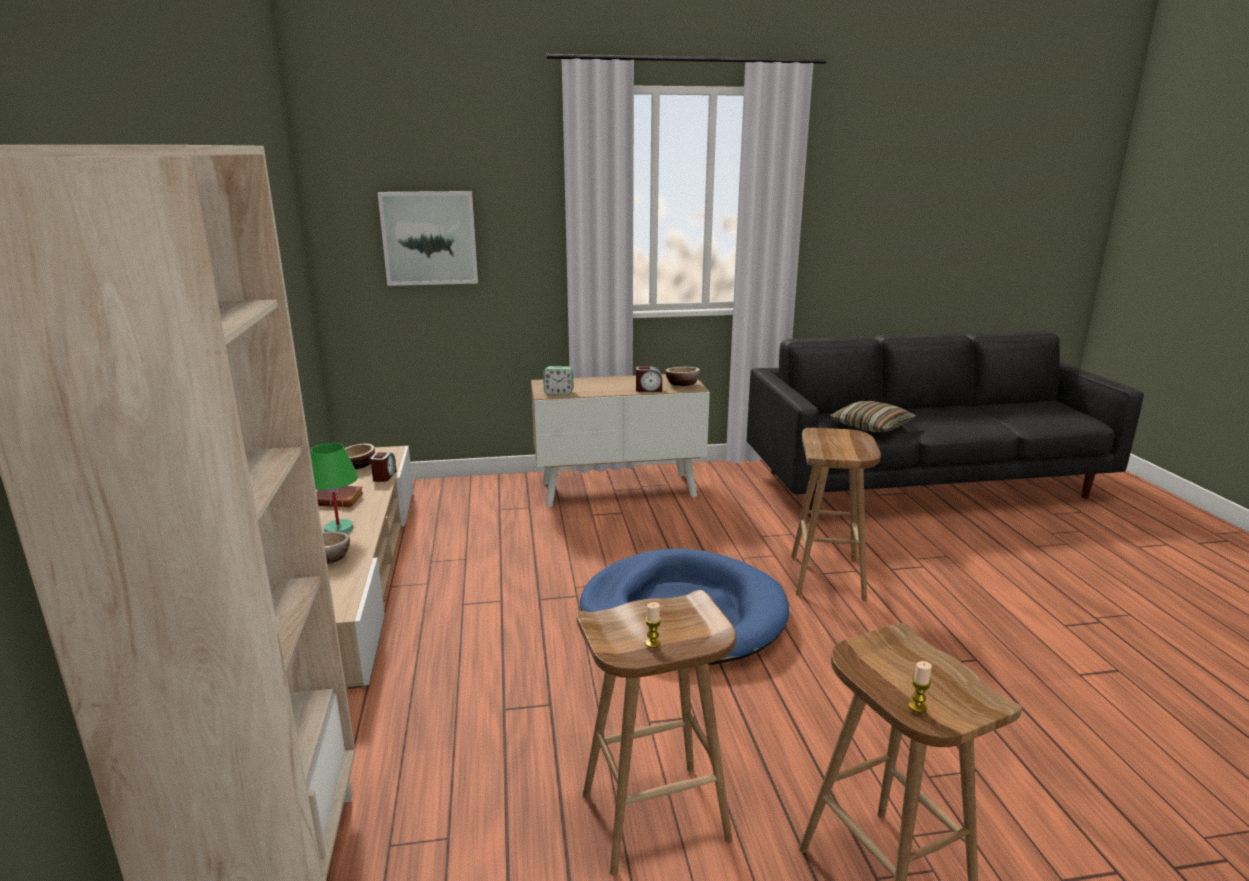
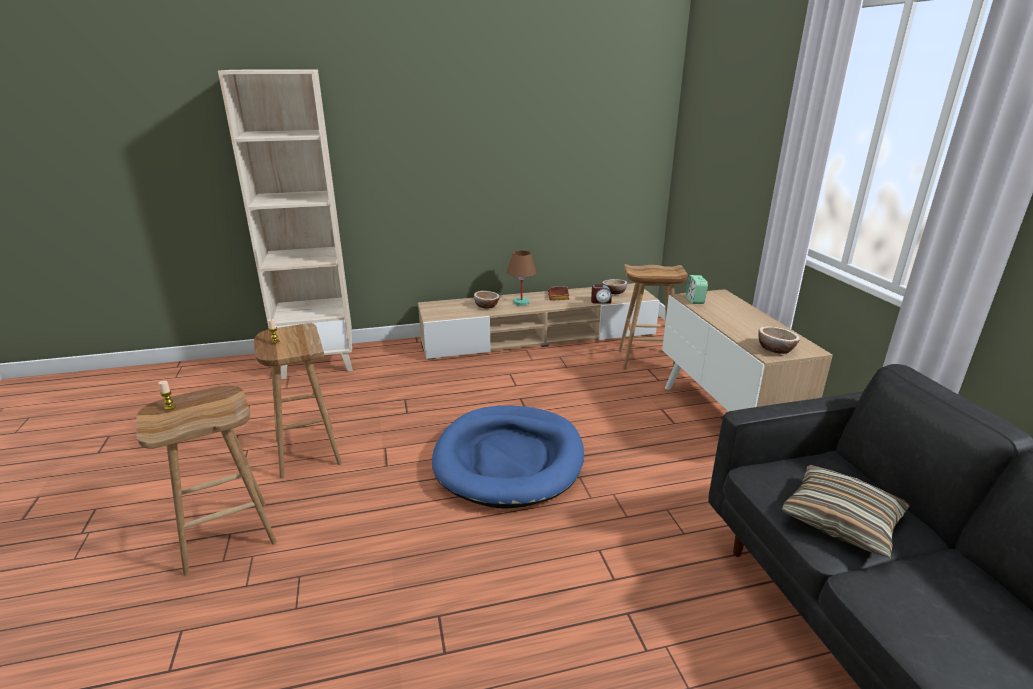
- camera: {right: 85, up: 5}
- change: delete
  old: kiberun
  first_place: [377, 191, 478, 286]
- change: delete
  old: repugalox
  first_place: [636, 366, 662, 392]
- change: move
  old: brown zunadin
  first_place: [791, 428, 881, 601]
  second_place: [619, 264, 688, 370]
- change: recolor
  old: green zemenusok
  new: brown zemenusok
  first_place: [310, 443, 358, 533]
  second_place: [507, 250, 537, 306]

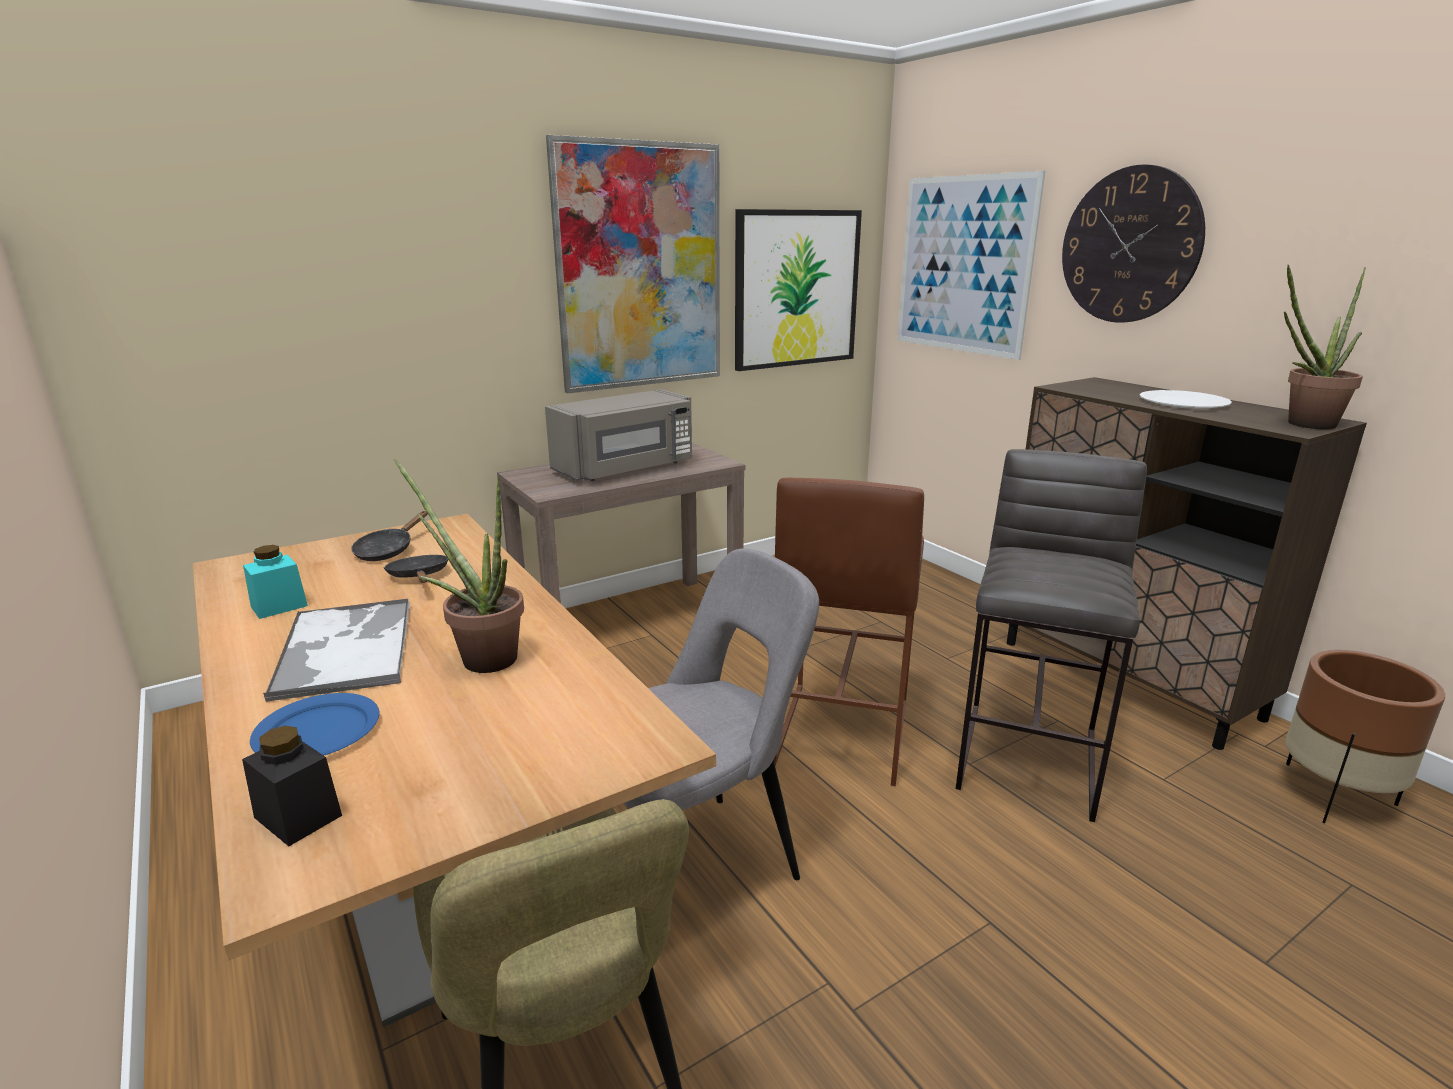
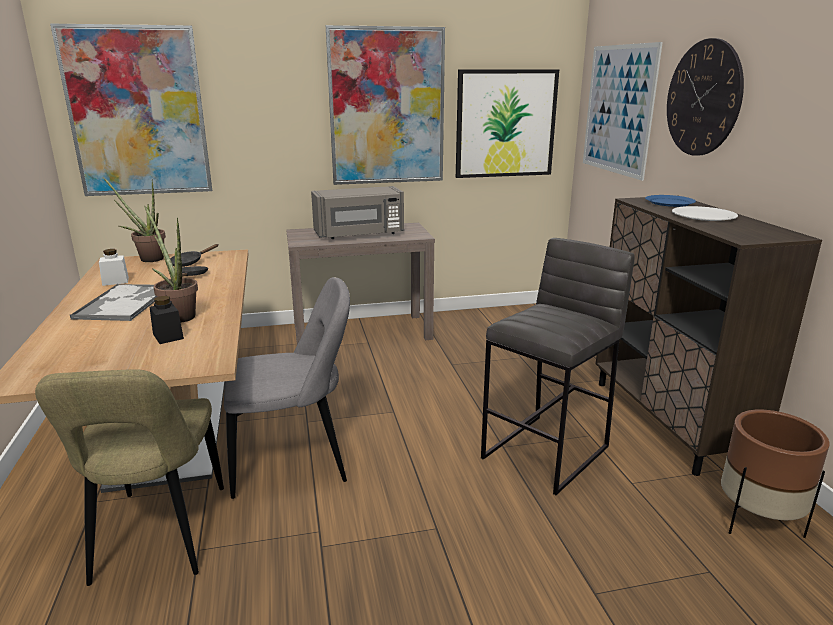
- camera: {right: 20, up: 0}
- change: delete
  old: brown zunadin
  first_place: [774, 478, 924, 786]
- change: insert
  new: kiberun
  second_place: [50, 24, 212, 196]
- change: move
  old: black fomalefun
  first_place: [242, 726, 342, 846]
  second_place: [150, 296, 184, 344]
- change: move
  old: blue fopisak
  first_place: [250, 693, 379, 756]
  second_place: [645, 195, 696, 207]
- change: move
  old: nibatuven
  first_place: [1284, 264, 1366, 429]
  second_place: [103, 177, 166, 262]
- change: recolor
  old: turquoise fomalefun
  new: white fomalefun
  first_place: [243, 545, 308, 619]
  second_place: [99, 249, 129, 286]

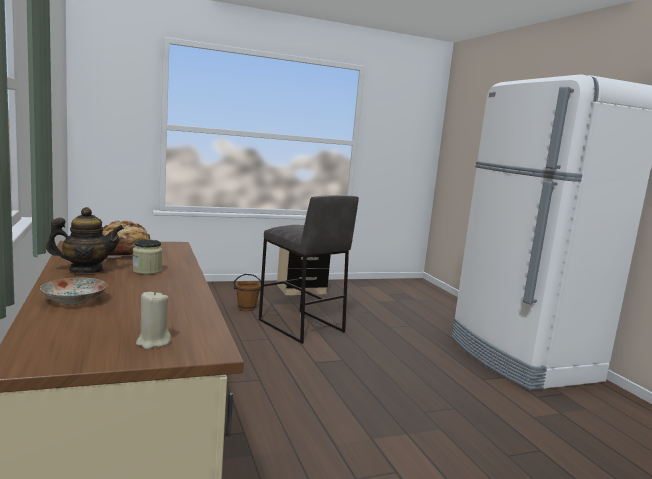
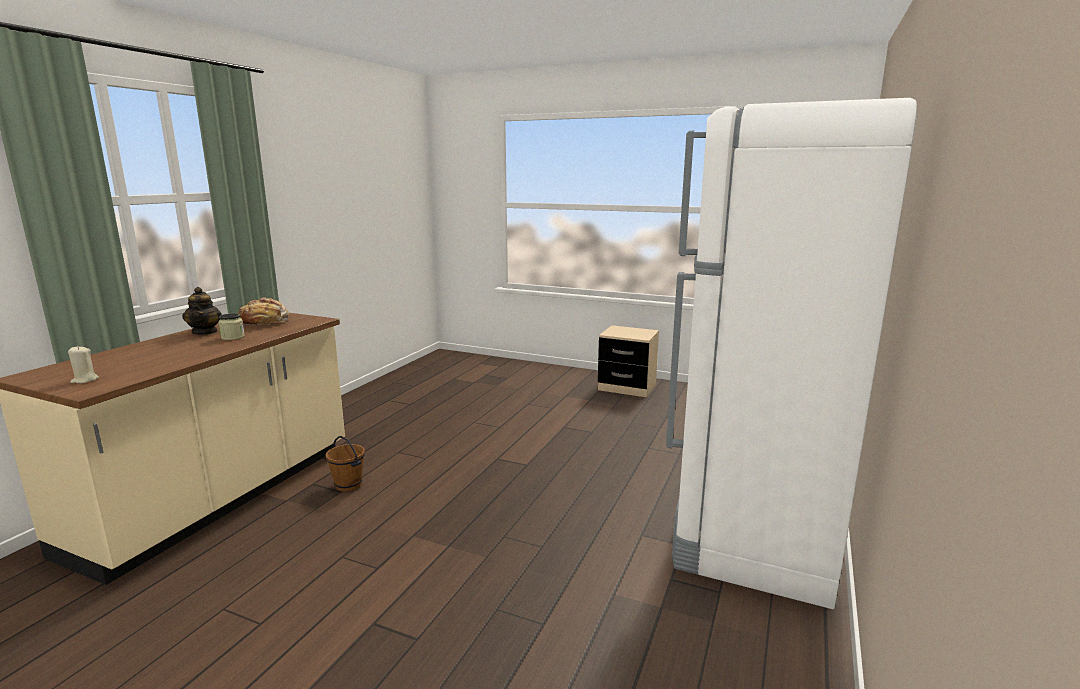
- camera: {right: 45, up: 5}
- change: delete
  old: fopisak
  first_place: [40, 278, 107, 305]
- change: delete
  old: grey zunadin
  first_place: [259, 195, 359, 344]
- change: move
  old: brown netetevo
  first_place: [234, 274, 261, 311]
  second_place: [326, 436, 365, 492]
- change: rotate
  old: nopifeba
  first_place: [46, 207, 124, 273]
  second_place: [182, 287, 222, 335]
  degrees: 45

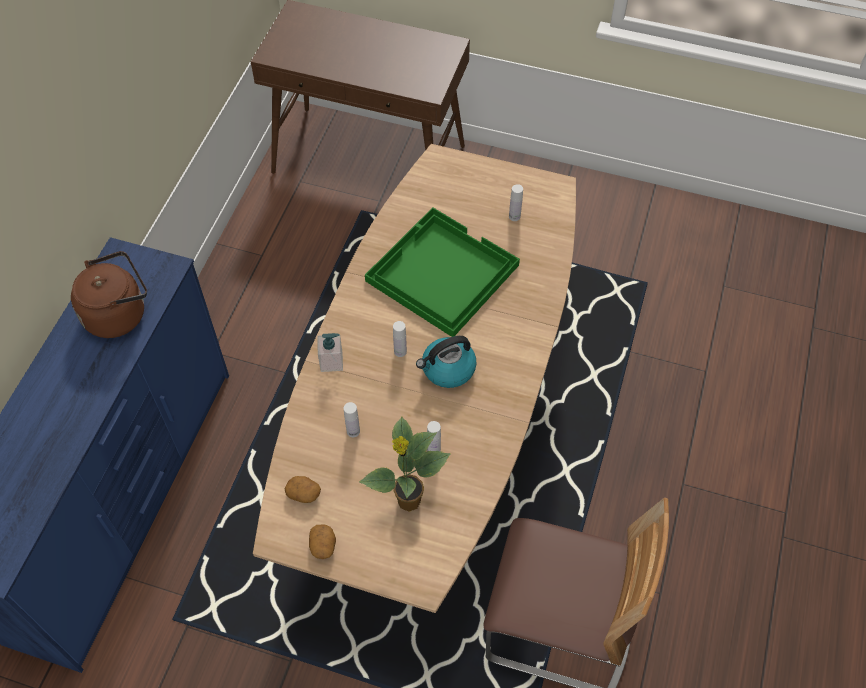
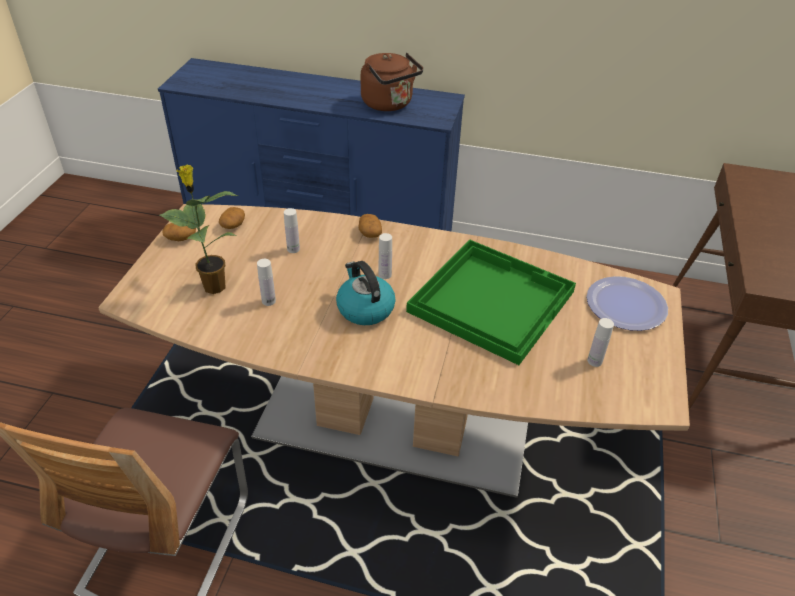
- camera: {right: 85, up: -15}
- change: insert
  new: fopisak
  second_place: [587, 276, 668, 331]
- change: replace
  old: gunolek
  new: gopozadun
  first_place: [317, 333, 343, 372]
  second_place: [358, 214, 382, 238]

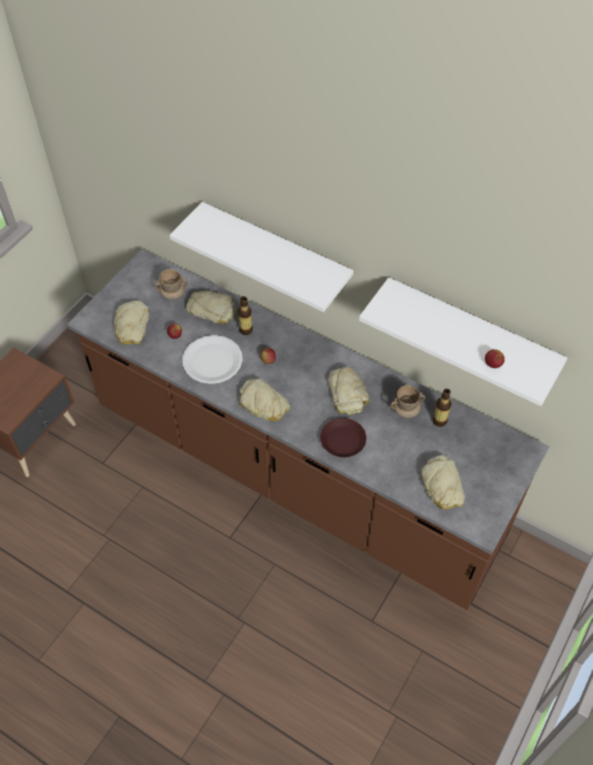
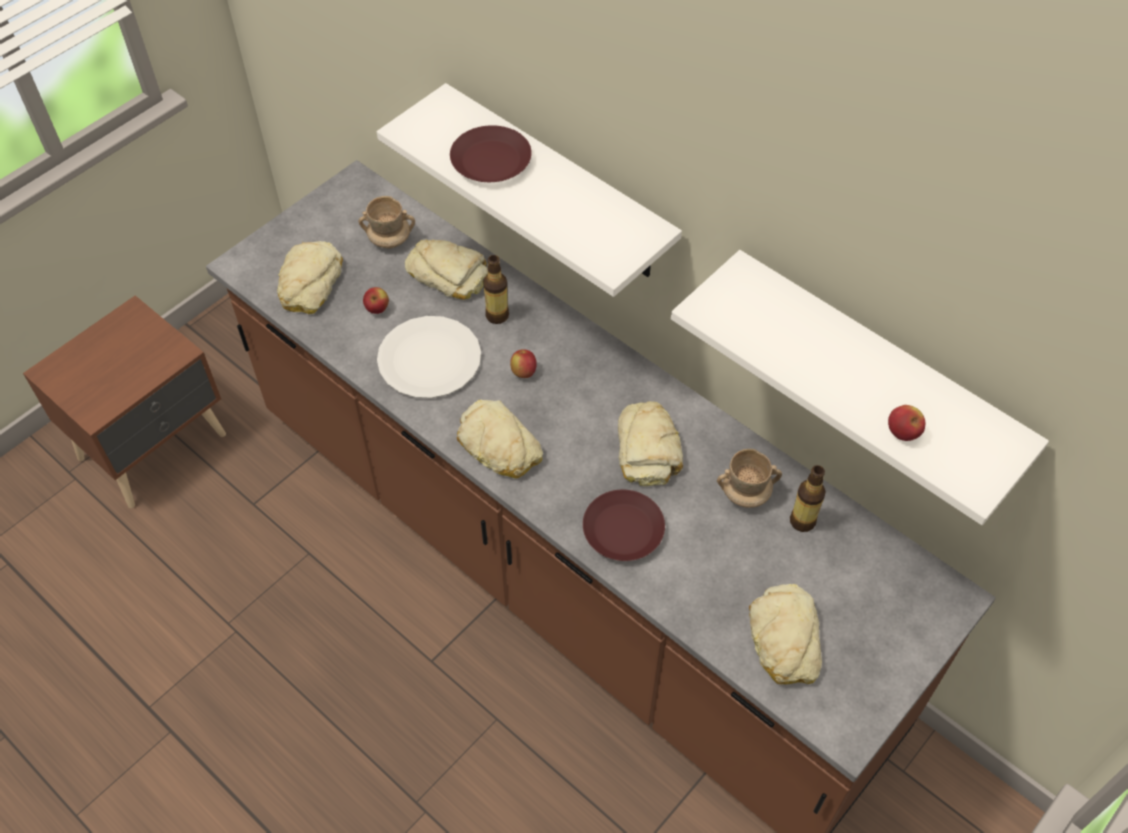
- camera: {right: 10, up: 0}
- change: insert
  new: brown fopisak
  second_place: [450, 125, 532, 182]

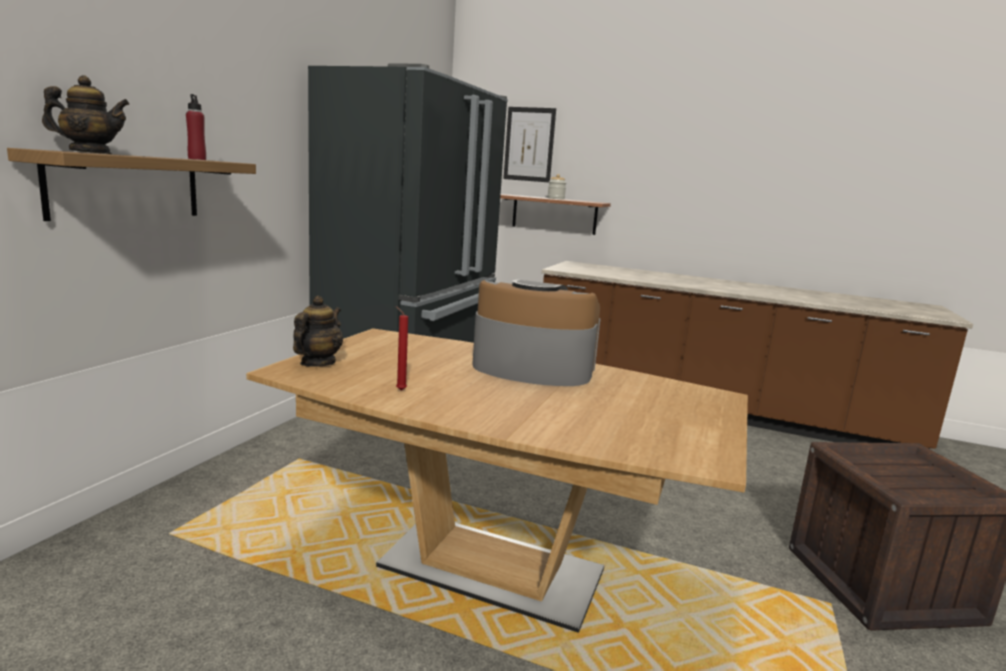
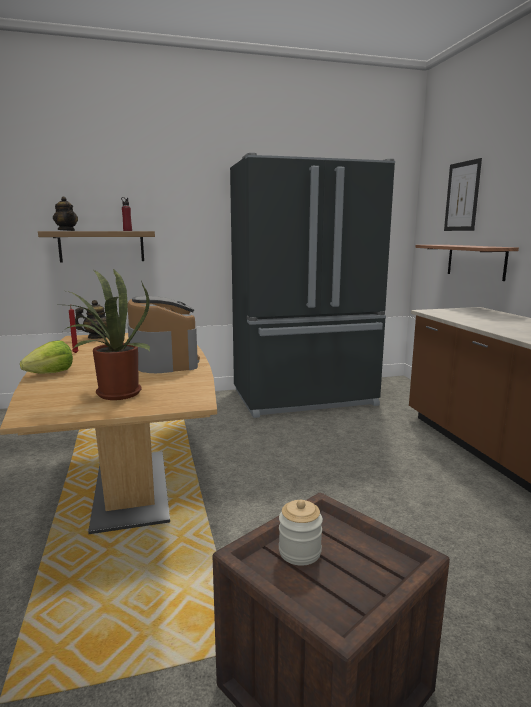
- camera: {right: 55, up: 0}
- change: insert
  new: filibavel
  second_place: [20, 340, 73, 373]
- change: insert
  new: nibatuven
  second_place: [66, 268, 150, 400]
- change: move
  old: fomalefun
  first_place: [547, 174, 566, 199]
  second_place: [279, 500, 323, 566]

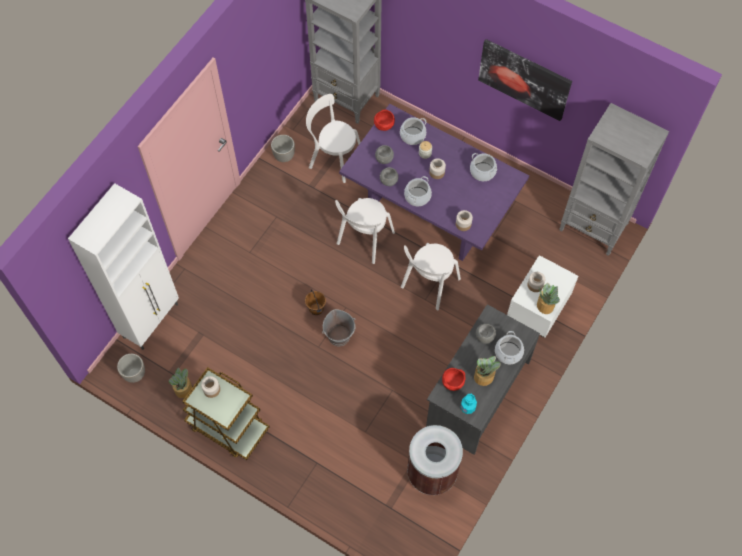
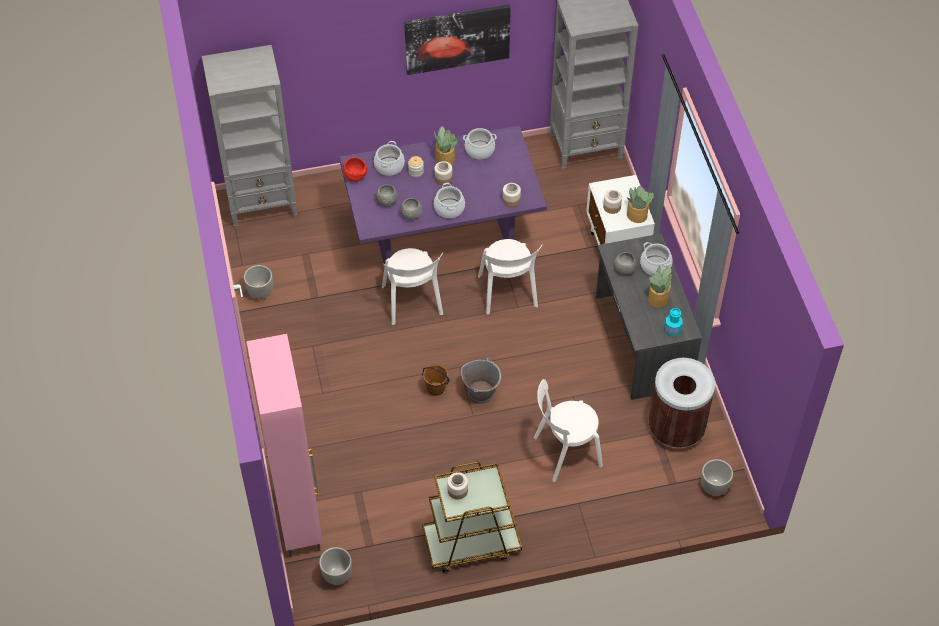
- camera: {right: -45, up: -10}
- change: delete
  old: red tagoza
  first_place: [442, 368, 465, 391]
- change: insert
  new: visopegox
  second_place: [701, 459, 733, 496]
- change: move
  old: nibatuven
  first_place: [169, 367, 192, 398]
  second_place: [434, 126, 457, 165]
- change: move
  old: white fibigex
  first_place: [306, 94, 361, 183]
  second_place: [534, 379, 603, 482]
- change: recolor
  old: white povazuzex
  new: pink povazuzex
  first_place: [68, 183, 179, 350]
  second_place: [246, 334, 323, 557]

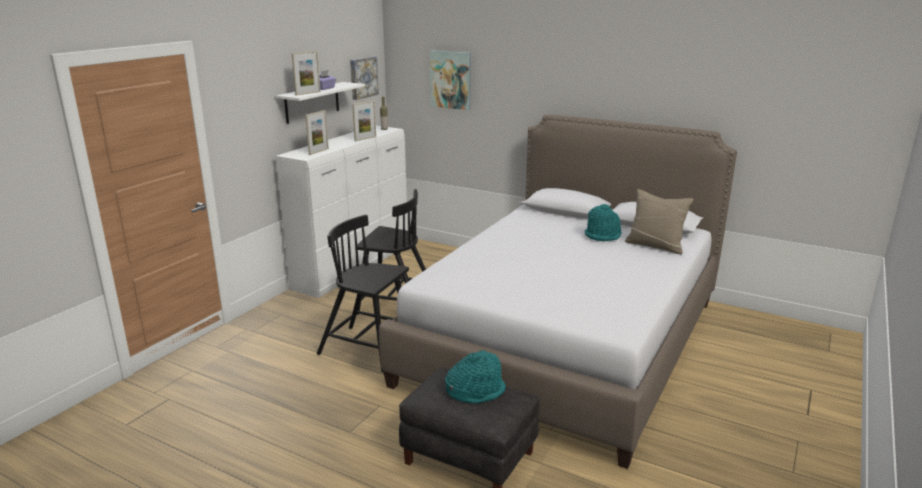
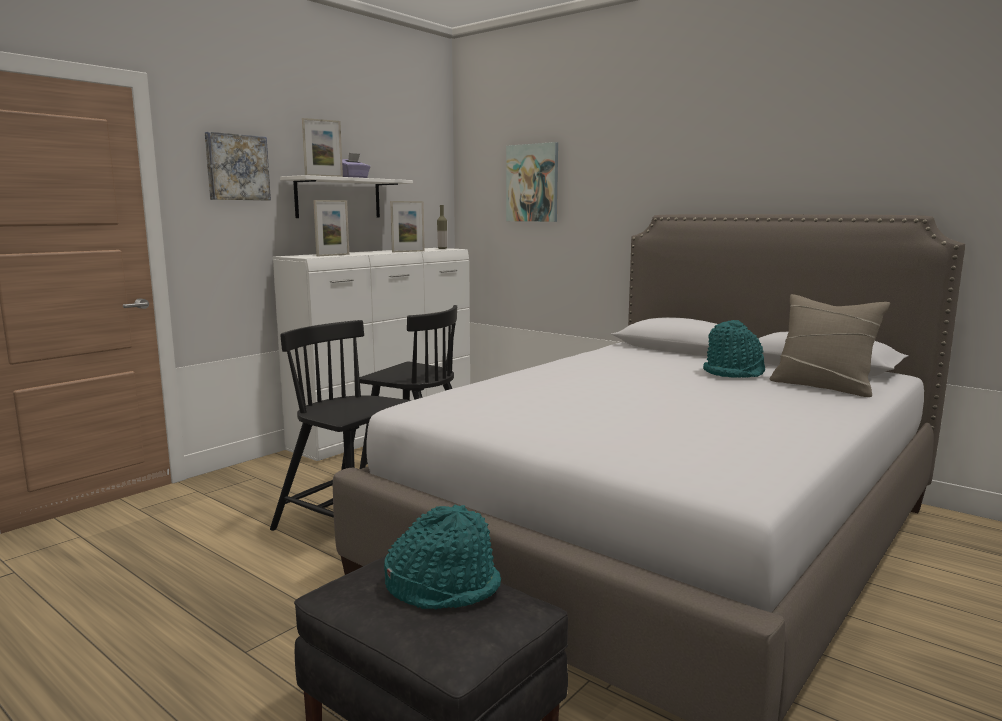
- camera: {right: 10, up: -10}
- change: move
  old: kiberun
  first_place: [350, 56, 379, 100]
  second_place: [205, 132, 271, 200]

